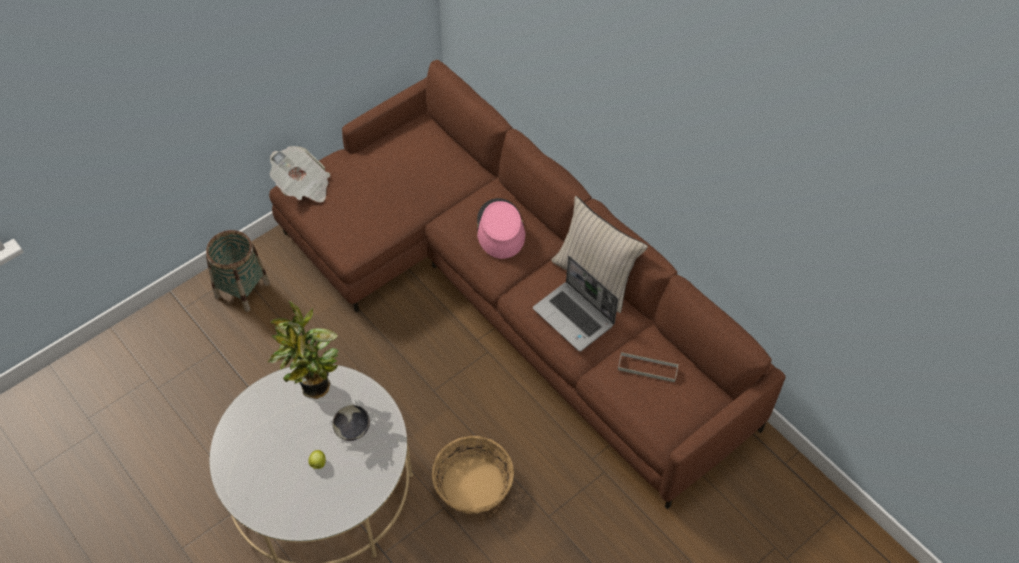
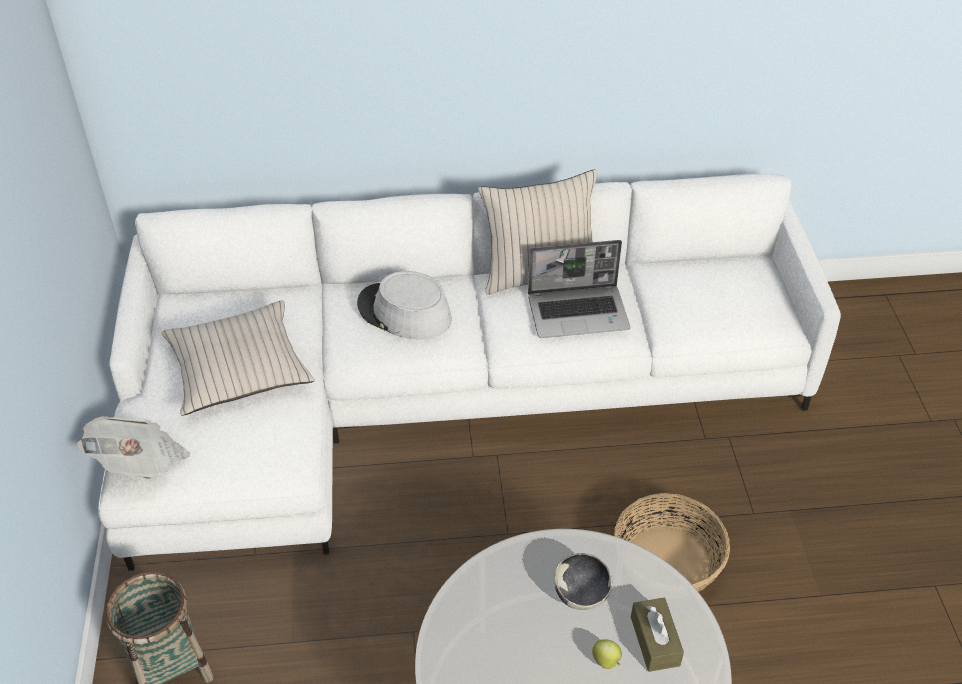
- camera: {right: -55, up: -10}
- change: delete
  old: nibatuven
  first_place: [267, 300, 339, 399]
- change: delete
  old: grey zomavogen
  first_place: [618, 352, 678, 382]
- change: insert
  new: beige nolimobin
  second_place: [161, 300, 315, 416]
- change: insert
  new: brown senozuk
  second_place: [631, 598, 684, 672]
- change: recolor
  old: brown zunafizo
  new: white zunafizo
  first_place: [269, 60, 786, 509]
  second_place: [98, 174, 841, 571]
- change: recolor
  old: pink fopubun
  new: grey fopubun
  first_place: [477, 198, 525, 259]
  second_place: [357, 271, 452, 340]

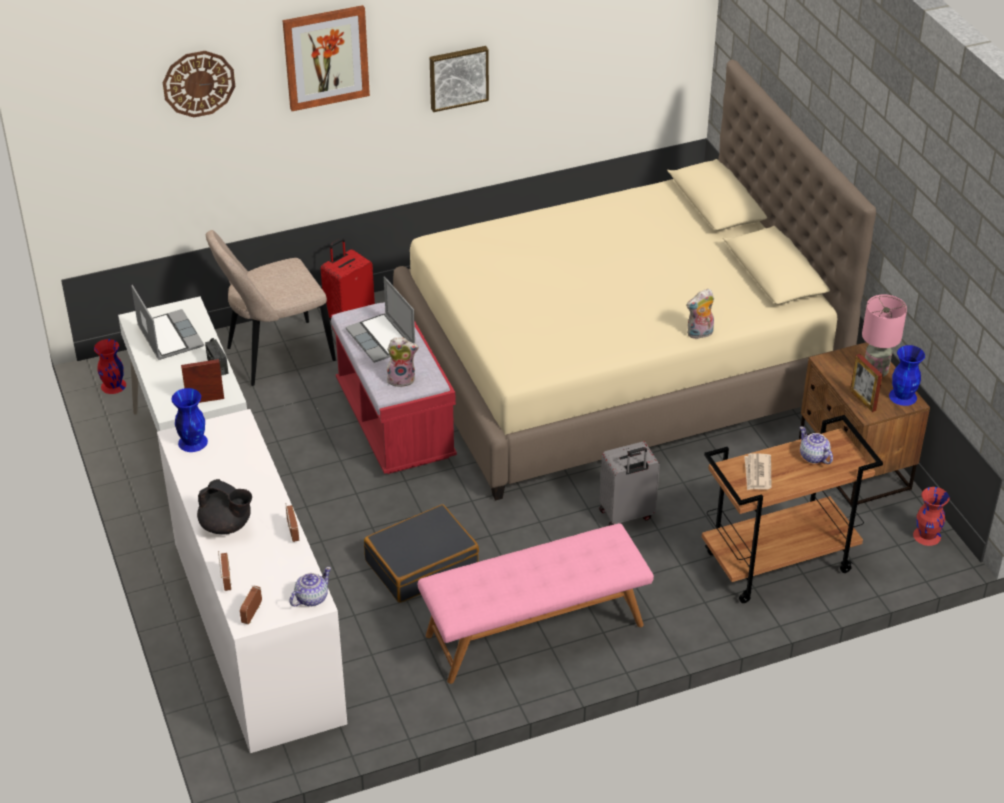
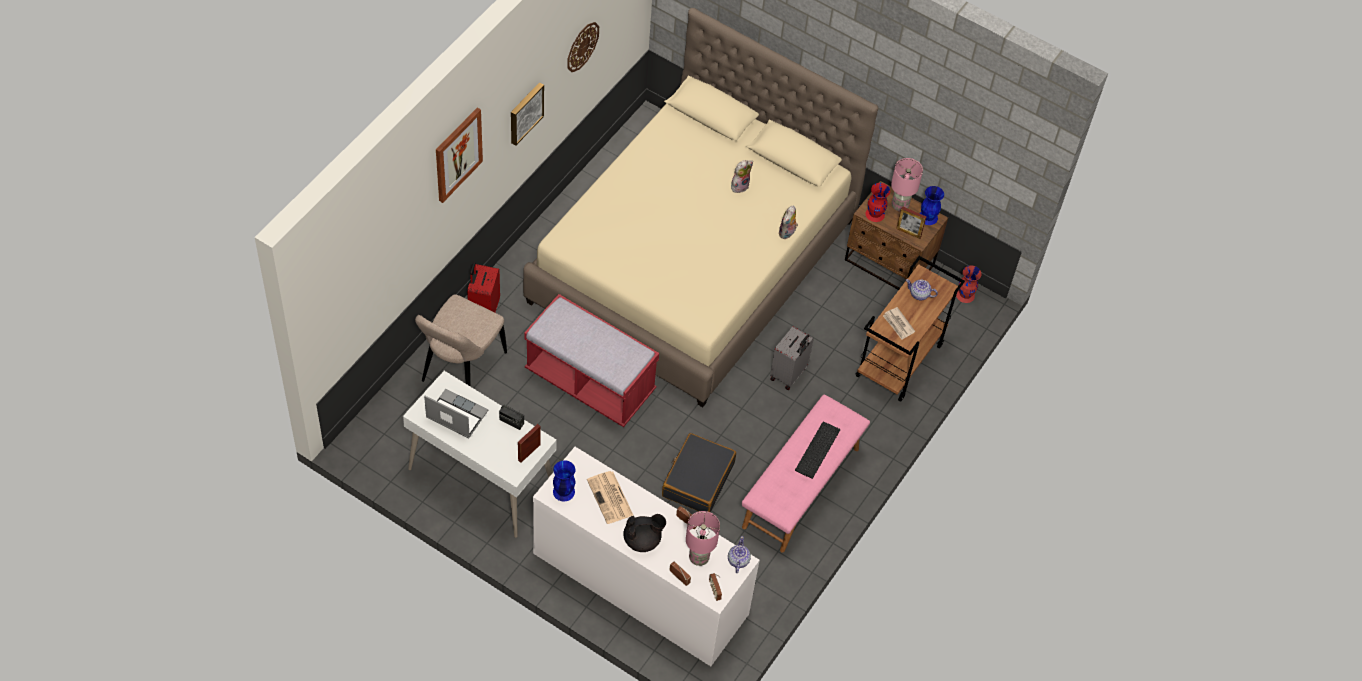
- camera: {right: -40, up: 15}
- change: delete
  old: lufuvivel
  first_place: [346, 277, 415, 363]
- change: insert
  new: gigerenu
  second_place: [587, 471, 634, 524]
- change: insert
  new: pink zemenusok
  second_place: [686, 511, 720, 566]
- change: insert
  new: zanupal
  second_place: [795, 422, 840, 479]
- change: move
  old: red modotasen
  first_place: [94, 339, 126, 394]
  second_place: [866, 183, 890, 222]
- change: move
  old: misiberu
  first_place: [163, 51, 235, 117]
  second_place: [567, 22, 599, 72]
- change: move
  old: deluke
  first_place: [387, 337, 419, 387]
  second_place: [731, 160, 753, 193]

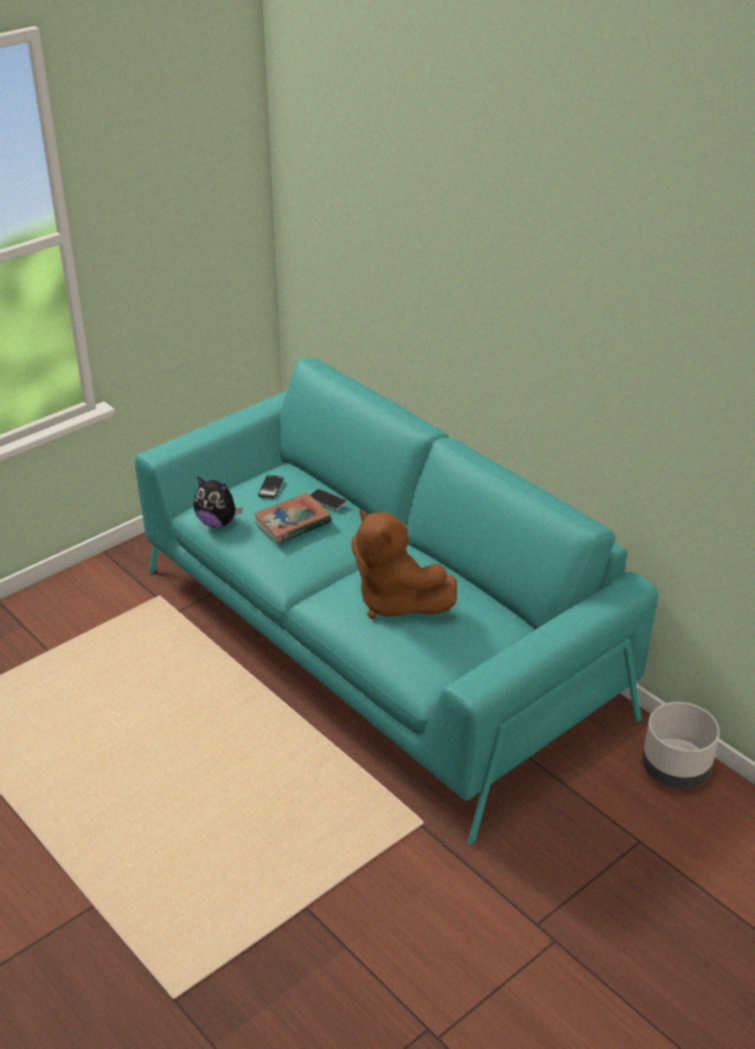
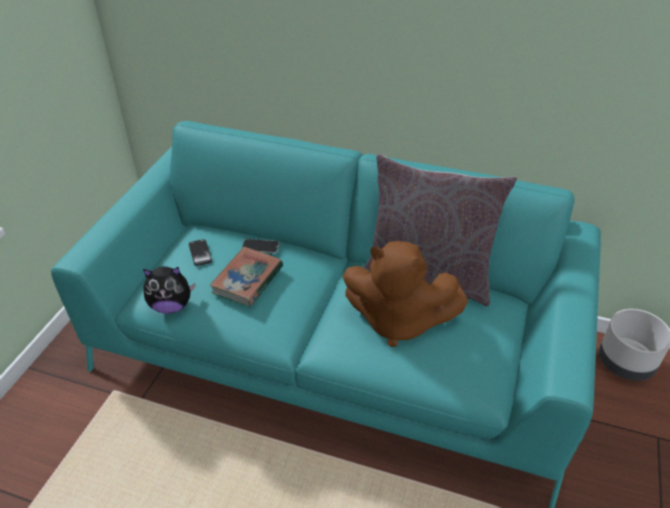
- camera: {right: -30, up: 5}
- change: insert
  new: grey nolimobin
  second_place: [364, 154, 517, 306]

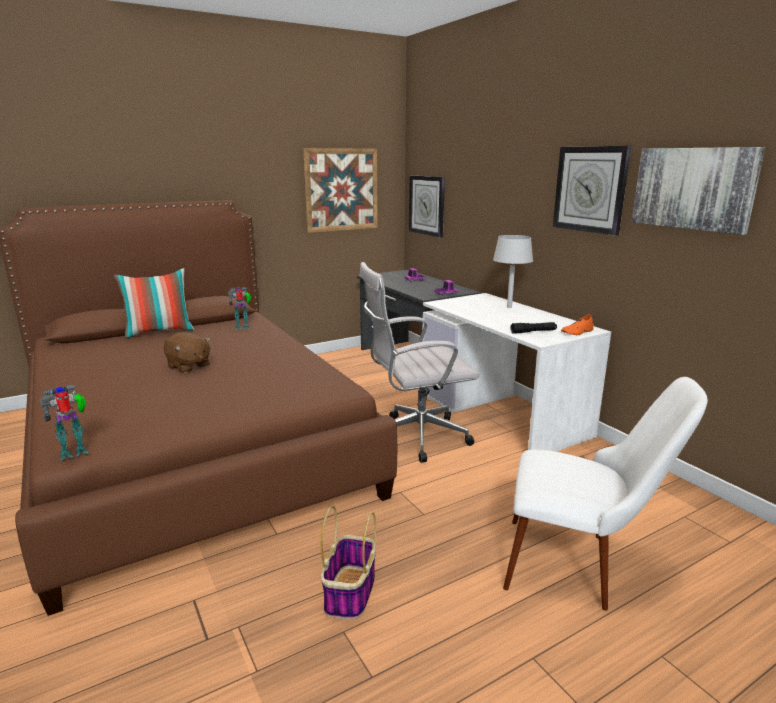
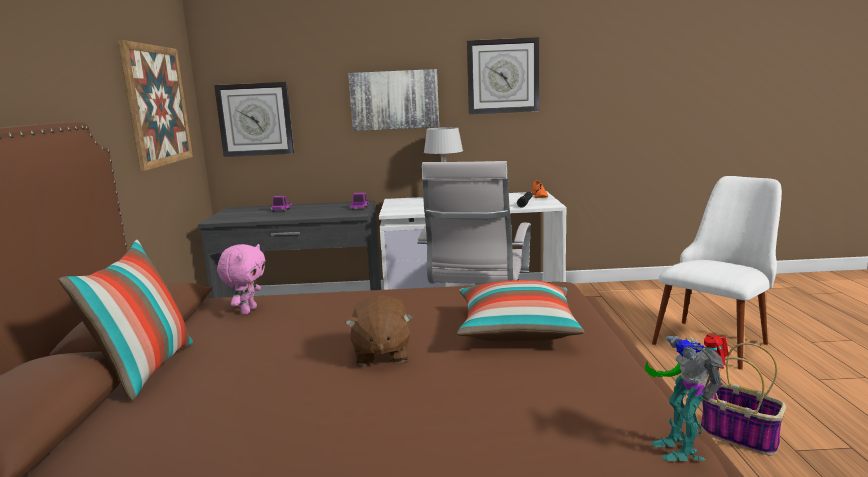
- camera: {right: -60, up: -5}
- change: insert
  new: nolimobin
  second_place: [457, 280, 585, 342]
- change: move
  old: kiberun
  first_place: [632, 147, 765, 235]
  second_place: [348, 69, 439, 131]
- change: replace
  old: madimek
  new: pink deluke
  first_place: [228, 287, 251, 330]
  second_place: [217, 244, 265, 315]
- change: rotate
  old: brown deluke
  first_place: [164, 332, 211, 373]
  second_place: [345, 295, 413, 366]
  degrees: 105

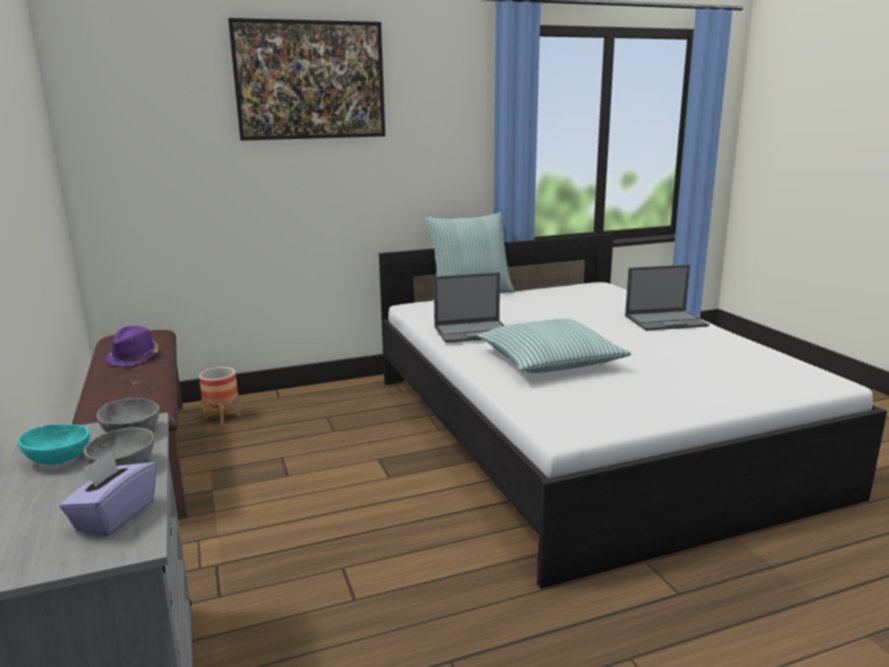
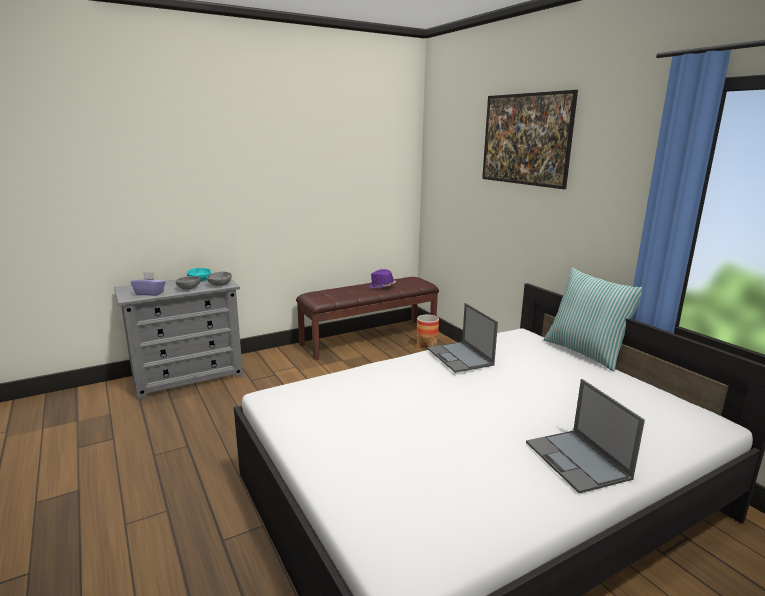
- camera: {right: 80, up: 0}
- change: delete
  old: nolimobin
  first_place: [478, 319, 631, 373]

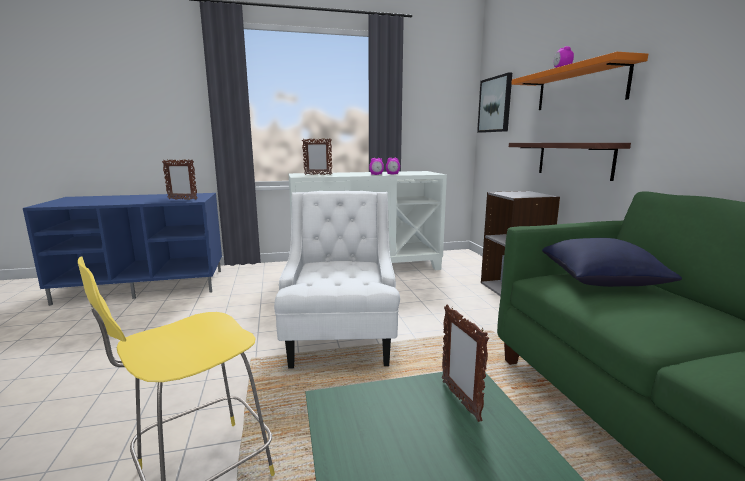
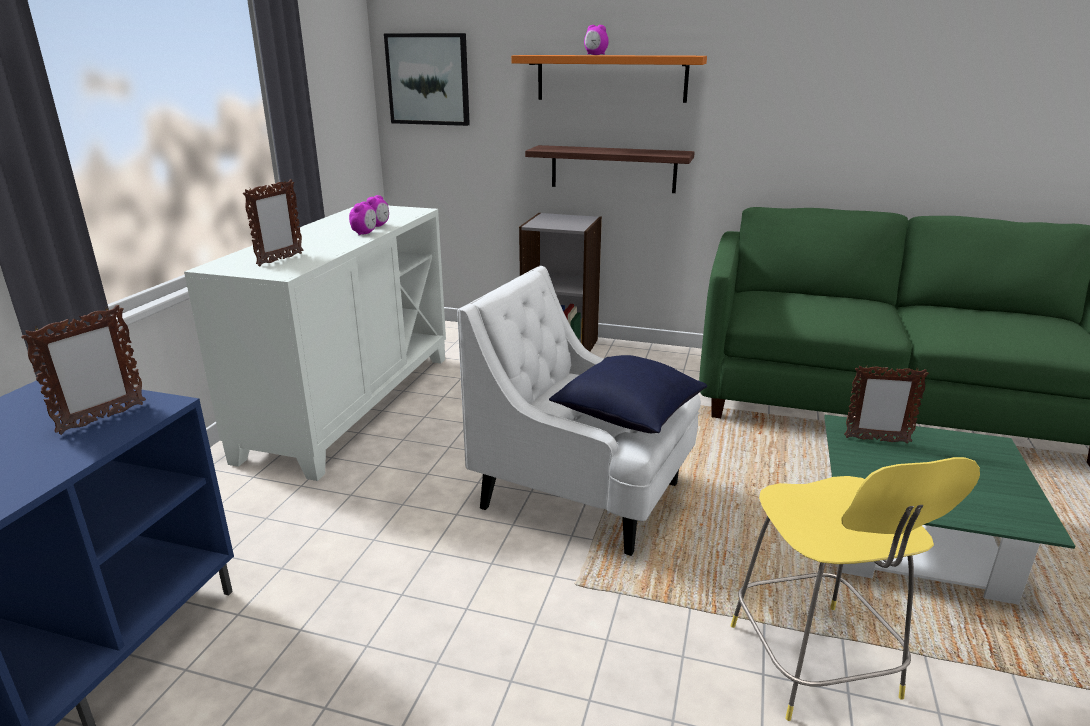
- camera: {right: -60, up: 10}
- change: move
  old: blue nolimobin
  first_place: [542, 238, 682, 287]
  second_place: [549, 355, 707, 433]

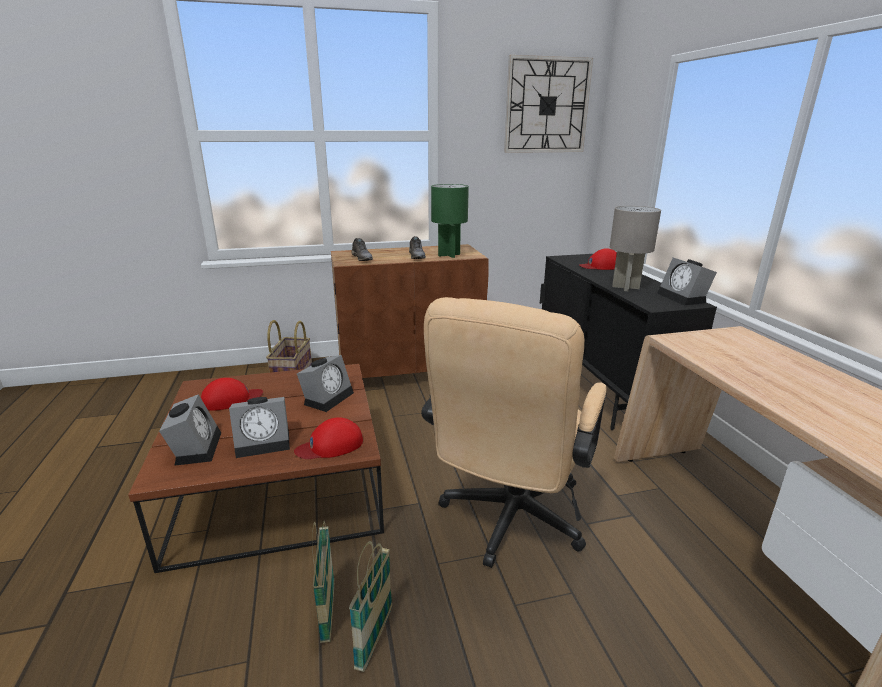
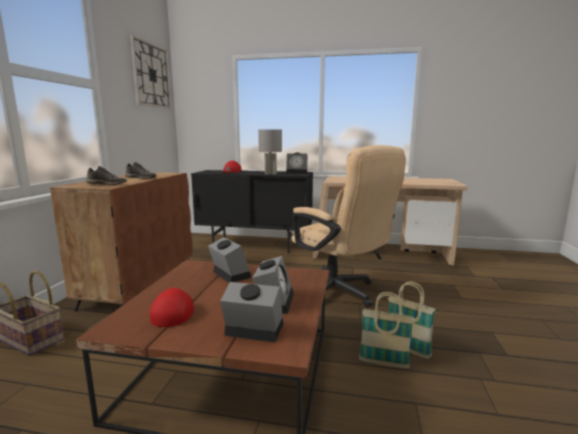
- camera: {right: -65, up: -10}
- change: delete
  old: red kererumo
  first_place: [294, 417, 363, 459]
- change: delete
  old: green zemenusok
  first_place: [431, 184, 469, 258]

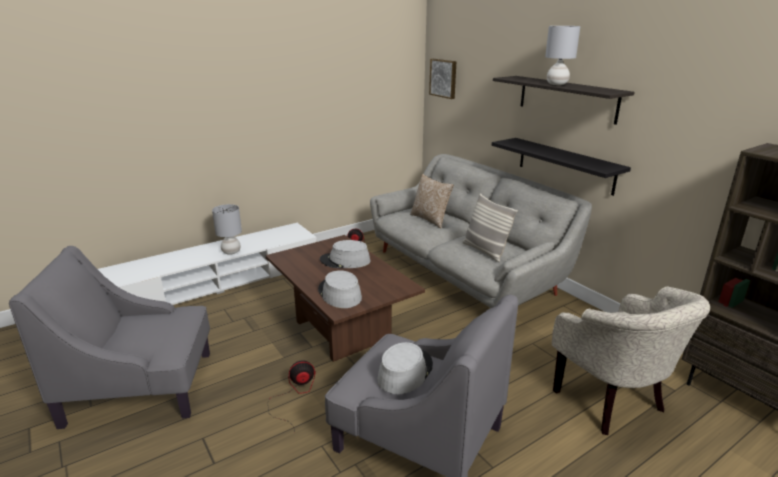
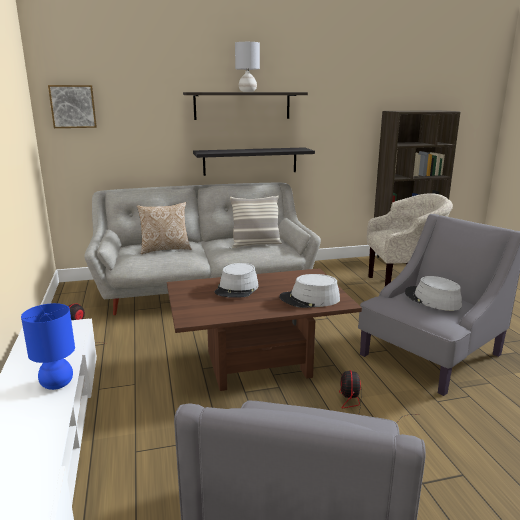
- camera: {right: -70, up: -5}
- change: recolor
  old: grey zemenusok
  new: blue zemenusok
  first_place: [212, 204, 242, 255]
  second_place: [21, 303, 75, 390]

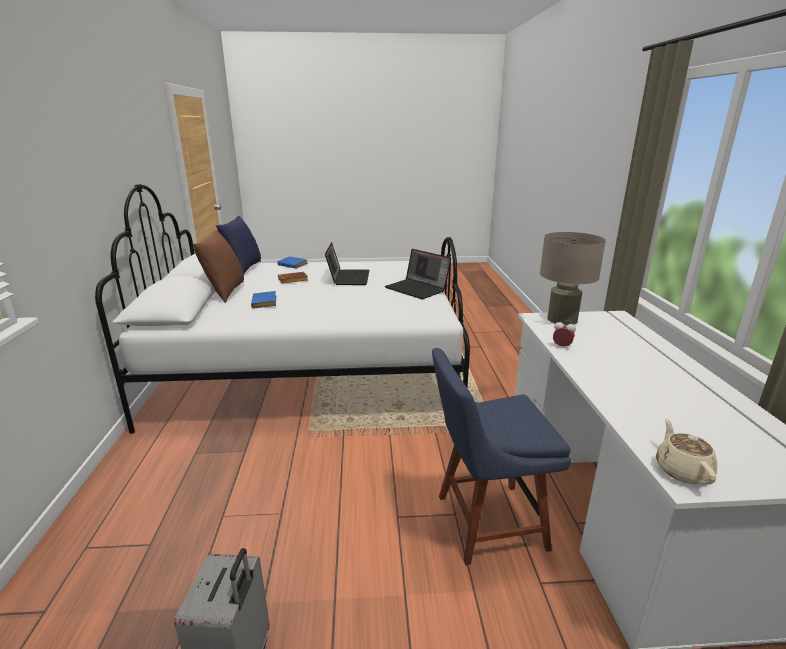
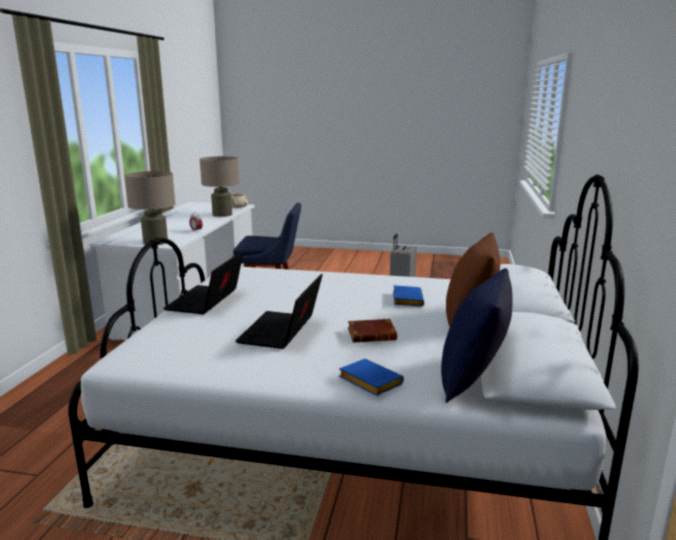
- camera: {right: -165, up: -5}
- change: insert
  new: beige zemenusok
  second_place: [200, 156, 239, 217]
- change: rotate
  old: lufuvivel
  first_place: [385, 249, 451, 299]
  second_place: [163, 251, 244, 314]
  degrees: -135

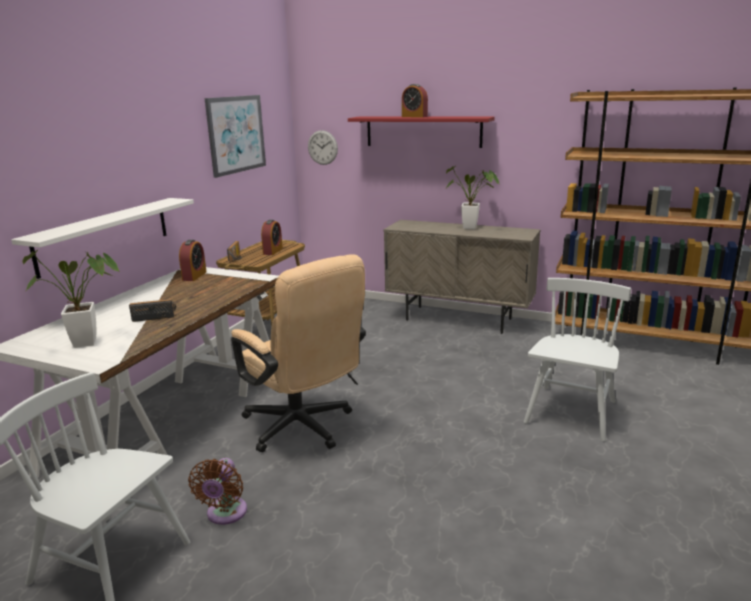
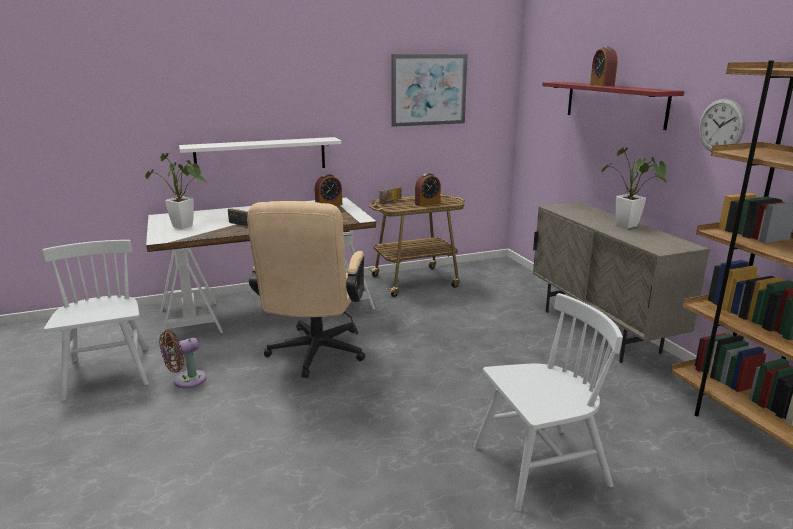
- camera: {right: 45, up: 0}
- change: move
  old: misiberu
  first_place: [308, 130, 338, 165]
  second_place: [699, 99, 746, 152]

